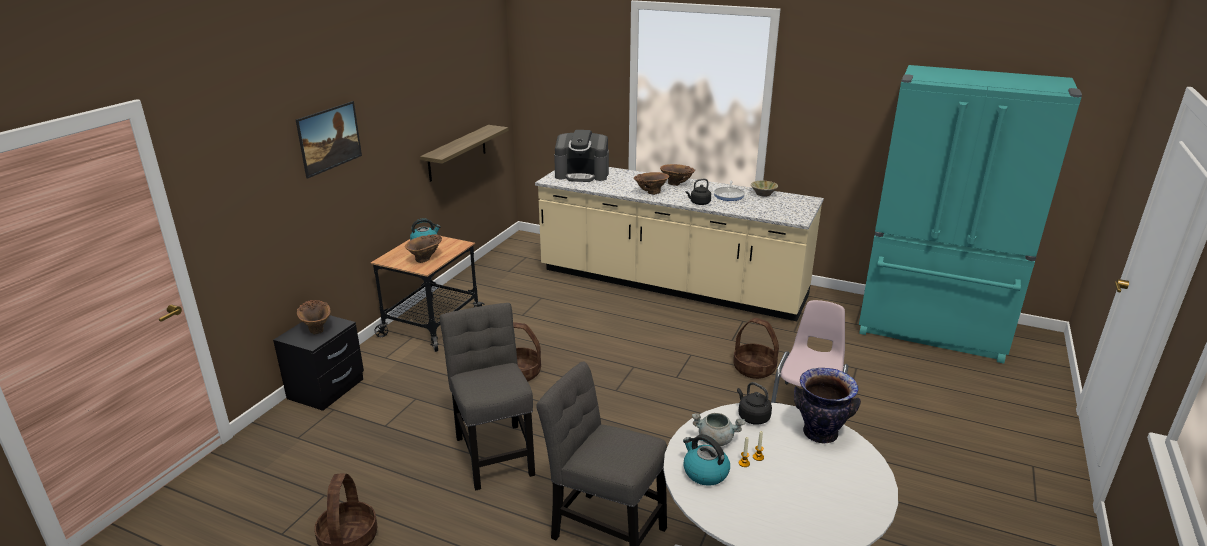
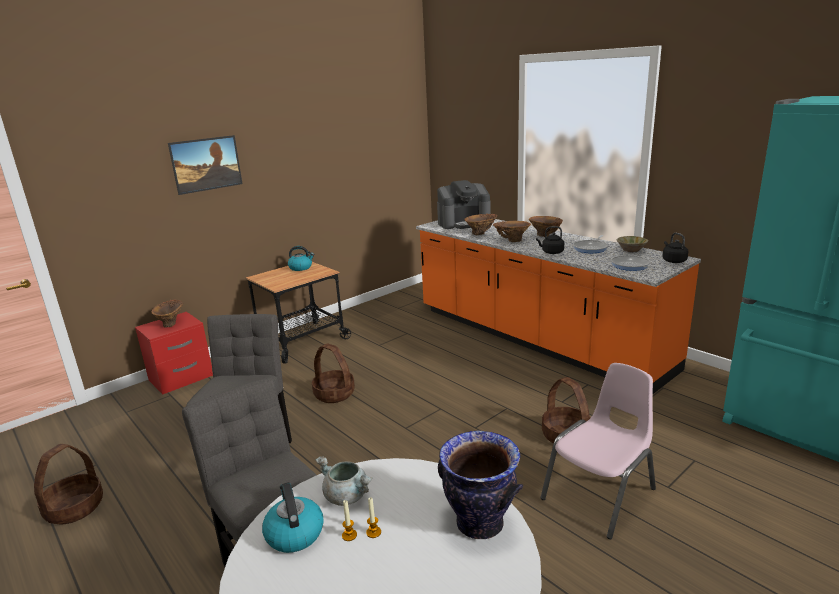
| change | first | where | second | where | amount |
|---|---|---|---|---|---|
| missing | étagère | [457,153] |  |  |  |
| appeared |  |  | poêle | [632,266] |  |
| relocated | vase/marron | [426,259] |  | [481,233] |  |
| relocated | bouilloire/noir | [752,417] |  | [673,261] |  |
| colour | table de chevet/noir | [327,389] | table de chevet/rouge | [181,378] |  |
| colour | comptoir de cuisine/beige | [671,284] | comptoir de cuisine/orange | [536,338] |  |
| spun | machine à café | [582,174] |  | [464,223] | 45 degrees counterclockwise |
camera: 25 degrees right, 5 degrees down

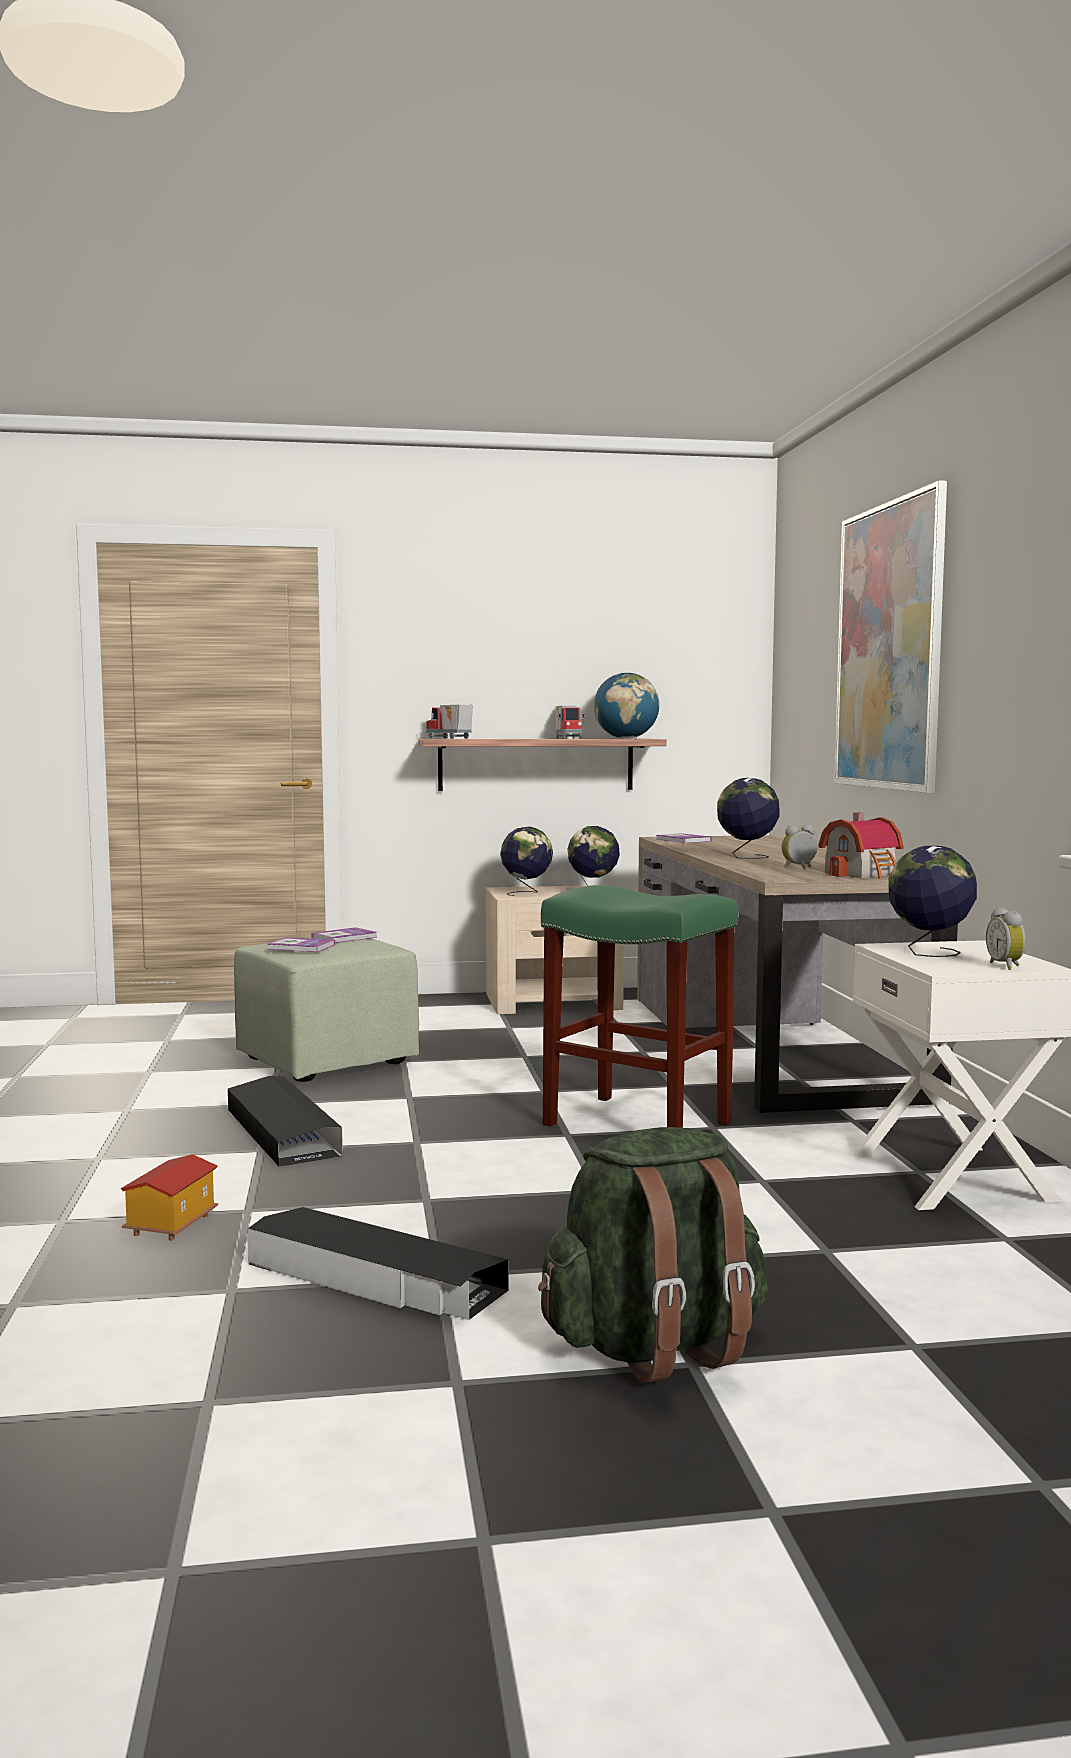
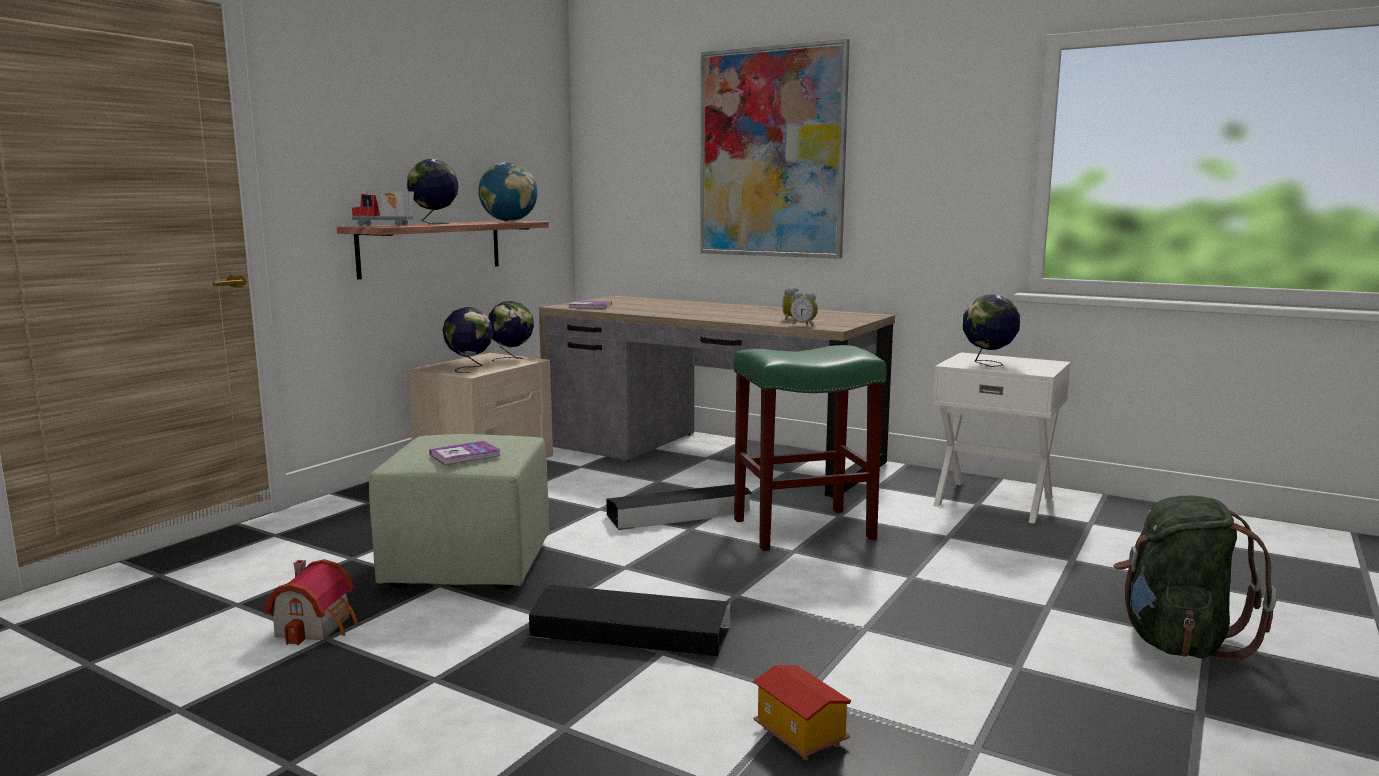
| change | first | where | second | where | amount |
|---|---|---|---|---|---|
| missing | livre | [344,937] |  |  |  |
| missing | camion jouet | [569,738] |  |  |  |
| relocated | boîte de rangement/noir | [375,1278] |  | [680,514] |  |
| relocated | globe | [747,857] |  | [435,223] |  |
| relocated | maison miniature | [864,874] |  | [318,626] |  |
| relocated | réveil | [1006,966] |  | [804,325] |  |
camera: 50 degrees left, 5 degrees up

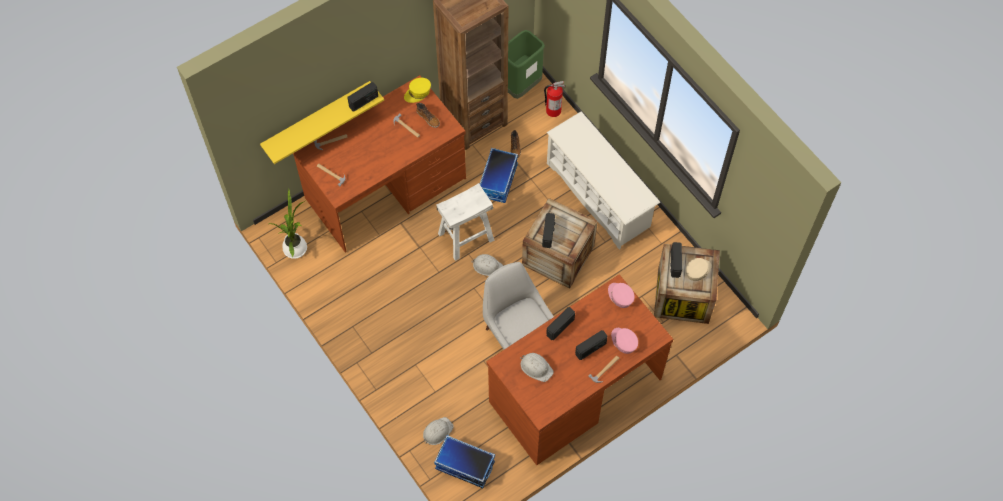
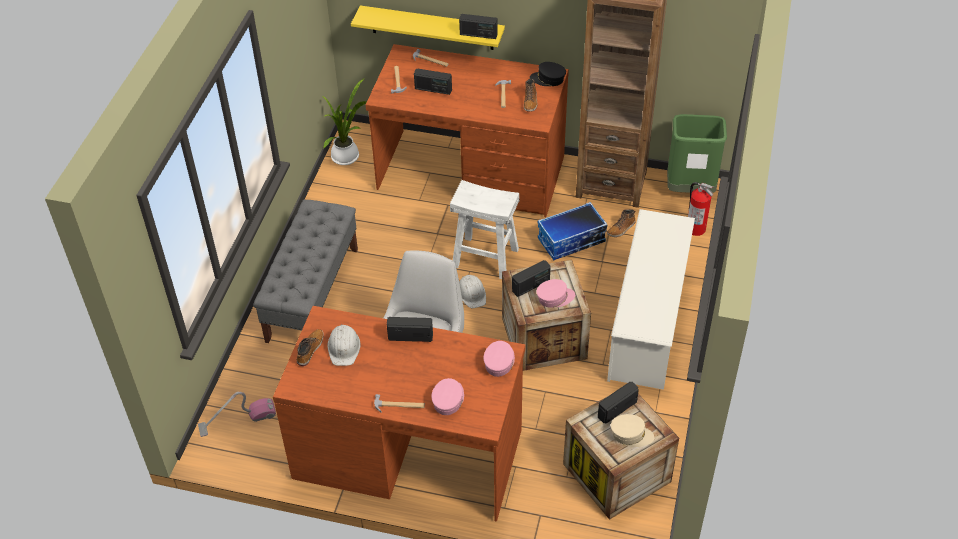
| change | first | where | second | where | amount |
|---|---|---|---|---|---|
| missing | casque de chantier/blanc | [437,431] |  |  |  |
| appeared |  |  | banc/gris | [312,294] |  |
| appeared |  |  | botte | [310,349] |  |
| appeared |  |  | casquette/rose | [555,298] |  |
| relocated | radio | [590,348] |  | [433,89] |  |
| exchanged | boîte de rangement | [464,466] | aspirateur | [237,420] |  |
| colour | casquette/jaune | [418,93] | casquette/noir | [548,79] |  |
camera: 50 degrees right, 15 degrees down

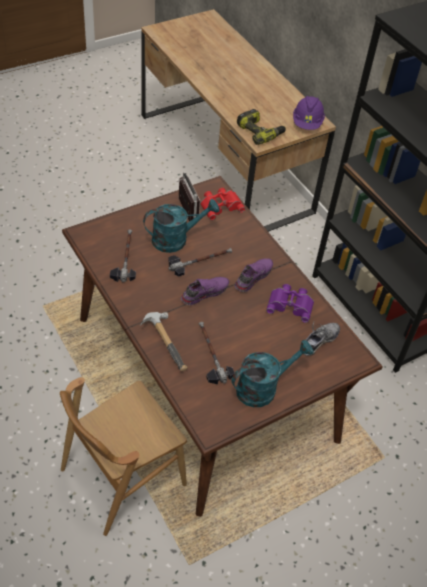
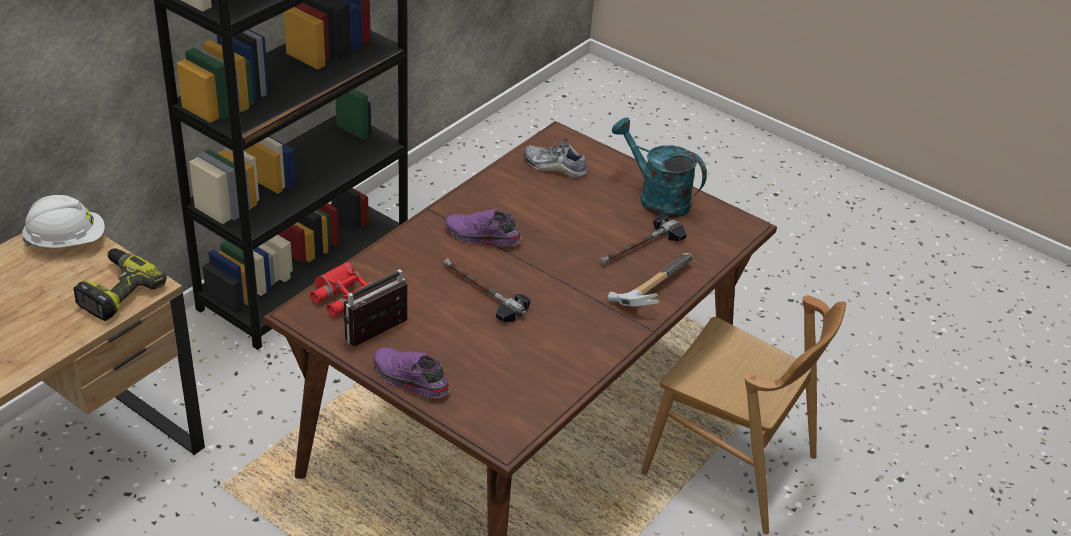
| change | first | where | second | where | amount |
|---|---|---|---|---|---|
| missing | marteau | [125,258] |  |  |  |
| missing | arrosoir/turquoise | [176,239] |  |  |  |
| missing | jumelles/violet | [290,304] |  |  |  |
| relocated | chaussure/violet | [204,292] |  | [409,380] |  |
| colour | casque de chantier/violet | [307,123] | casque de chantier/blanc | [66,241] |  |
camera: 110 degrees left, 10 degrees down

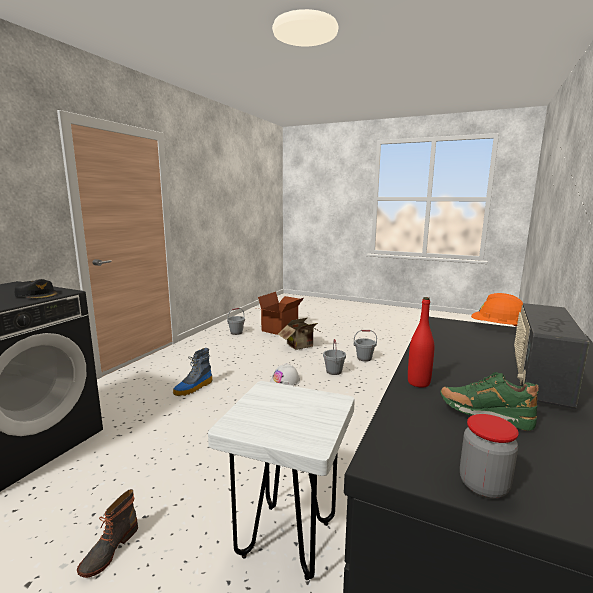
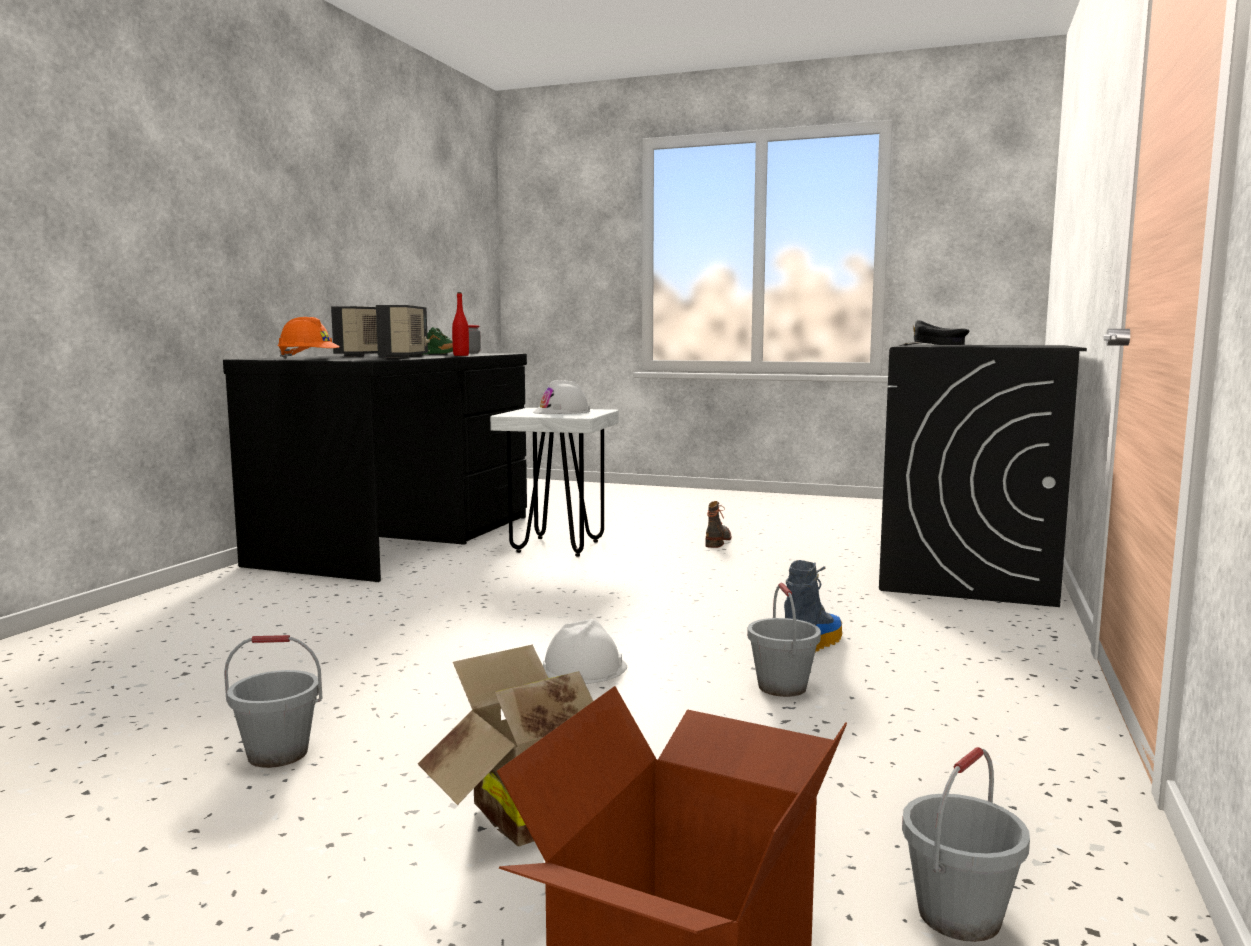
| change | first | where | second | where | amount |
|---|---|---|---|---|---|
| appeared |  |  | radio | [405,357] |  |
| appeared |  |  | casque de chantier/blanc | [562,412] |  |
| relocated | seau/gris | [334,371] |  | [781,687] |  |
camera: 175 degrees right, 5 degrees down

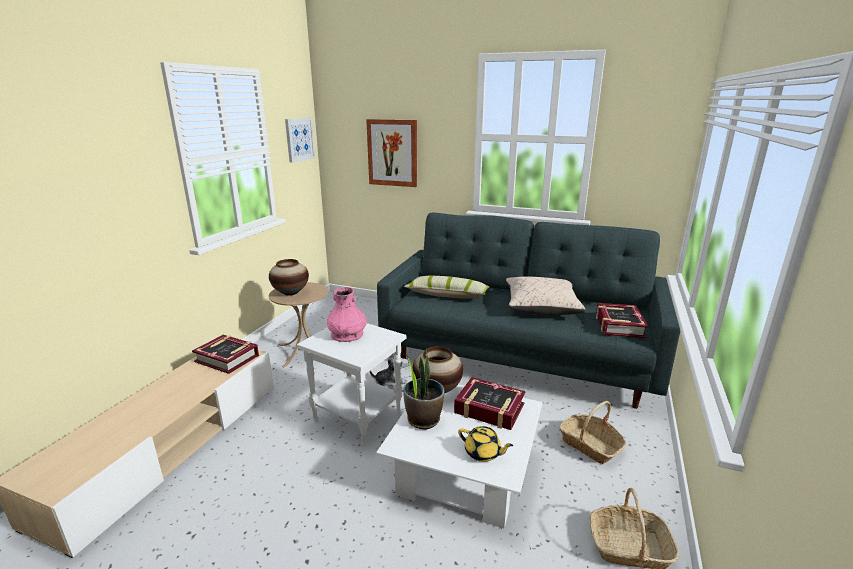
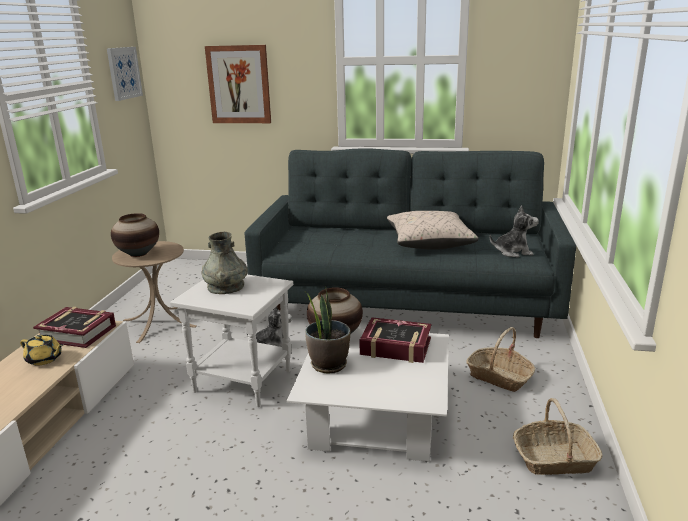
| change | first | where | second | where | amount |
|---|---|---|---|---|---|
| missing | coussin | [447,295] |  |  |  |
| relocated | théière/jaune | [483,453] |  | [45,359] |  |
| exchanged | livre | [618,325] | peluche | [513,252] |  |
| colour | vase/rose | [347,334] | vase/gris | [226,286] |  |
camera: 10 degrees left, 0 degrees up

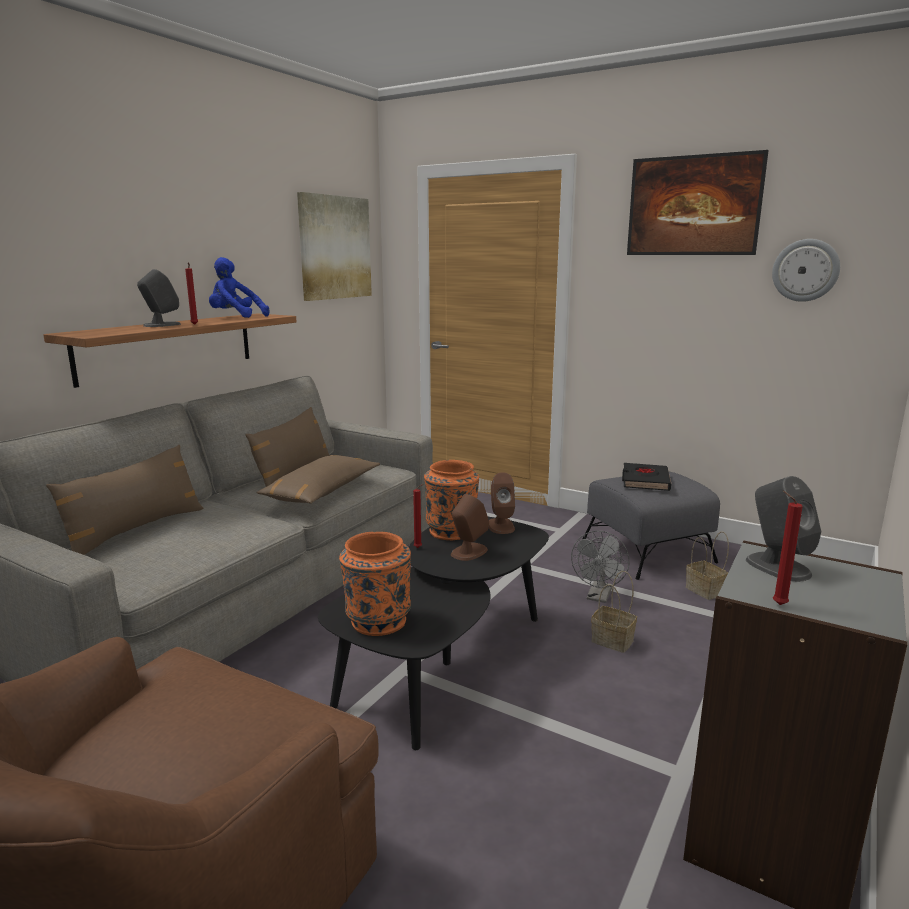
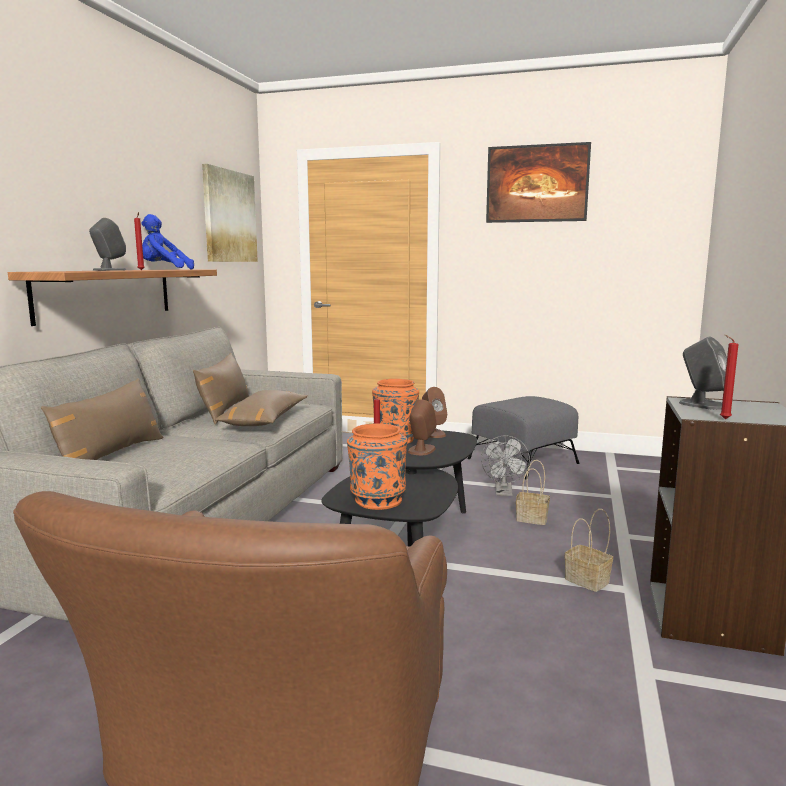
| change | first | where | second | where | amount |
|---|---|---|---|---|---|
| missing | livre/noir | [645,481] |  |  |  |
| missing | horloge murale | [805,270] |  |  |  |
| relocated | panier | [706,591] |  | [588,580] |  |
camera: 15 degrees left, 5 degrees down

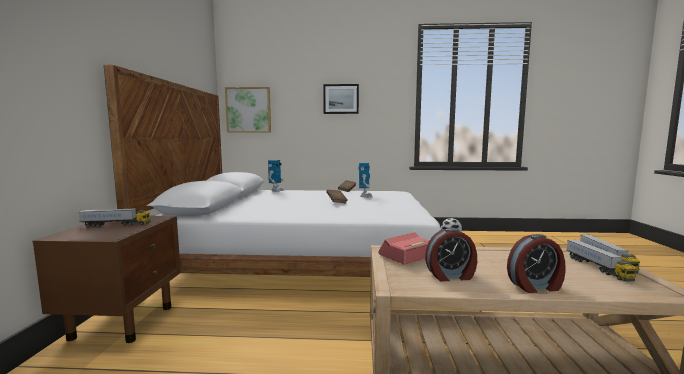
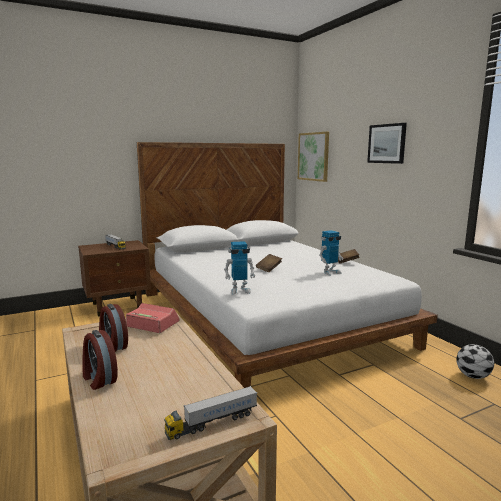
| change | first | where | second | where | amount |
|---|---|---|---|---|---|
| missing | camion jouet | [597,267] |  |  |  |
| relocated | robot jouet | [276,190] |  | [239,290] |  |
camera: 60 degrees right, 5 degrees up

